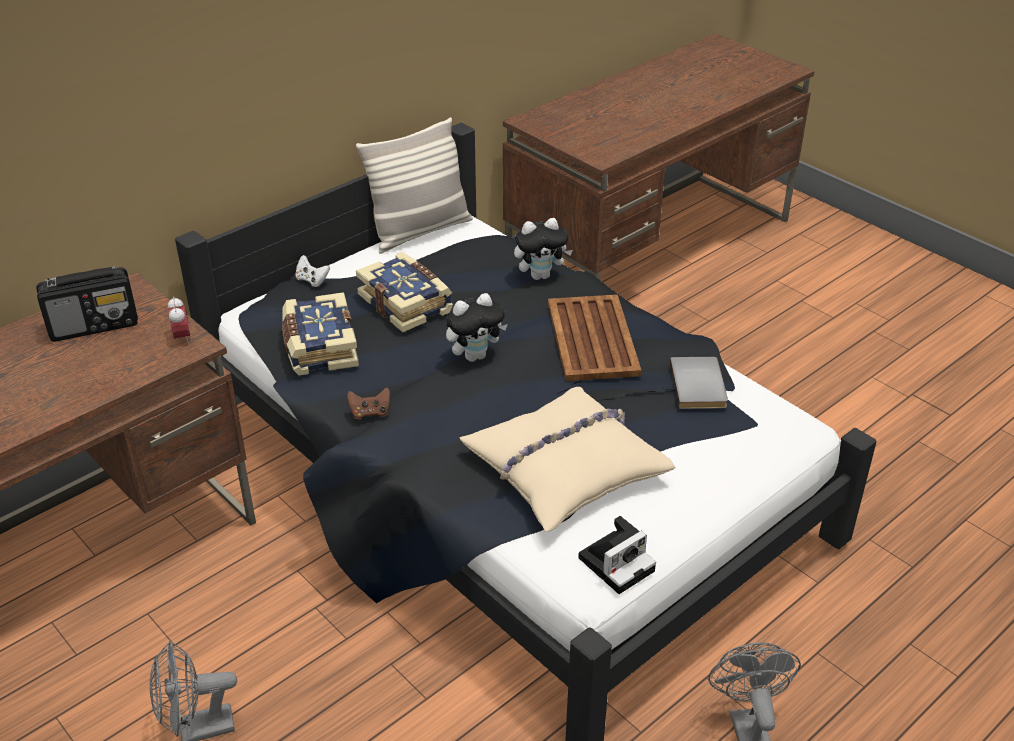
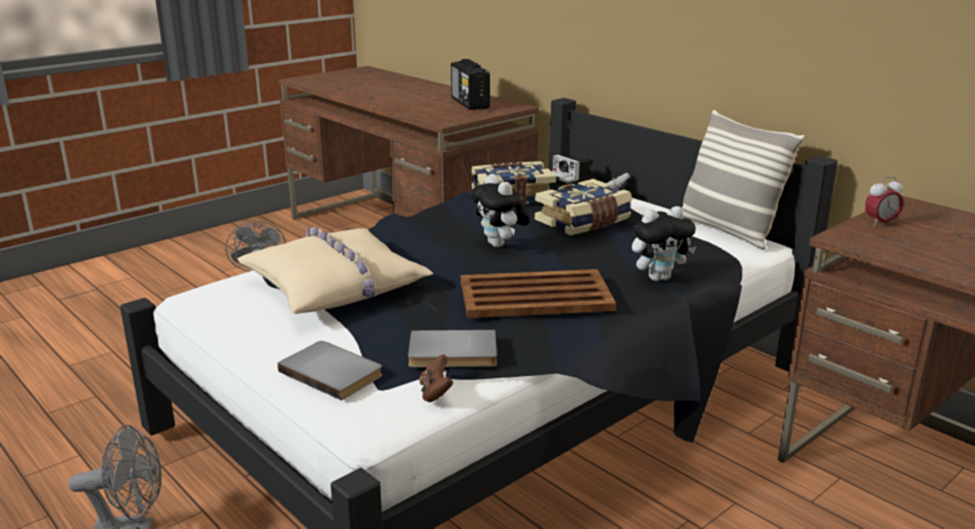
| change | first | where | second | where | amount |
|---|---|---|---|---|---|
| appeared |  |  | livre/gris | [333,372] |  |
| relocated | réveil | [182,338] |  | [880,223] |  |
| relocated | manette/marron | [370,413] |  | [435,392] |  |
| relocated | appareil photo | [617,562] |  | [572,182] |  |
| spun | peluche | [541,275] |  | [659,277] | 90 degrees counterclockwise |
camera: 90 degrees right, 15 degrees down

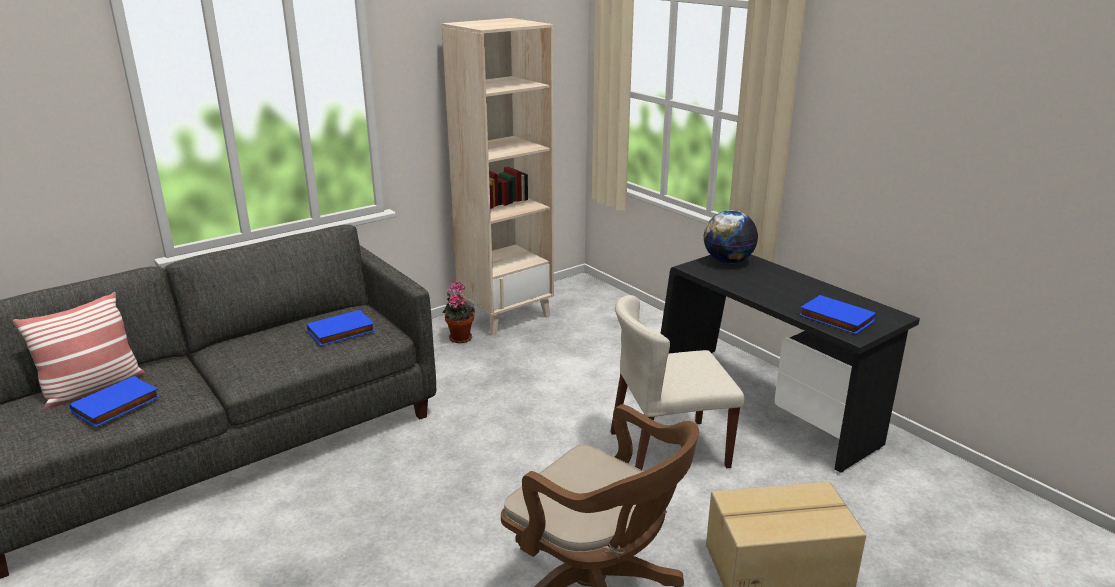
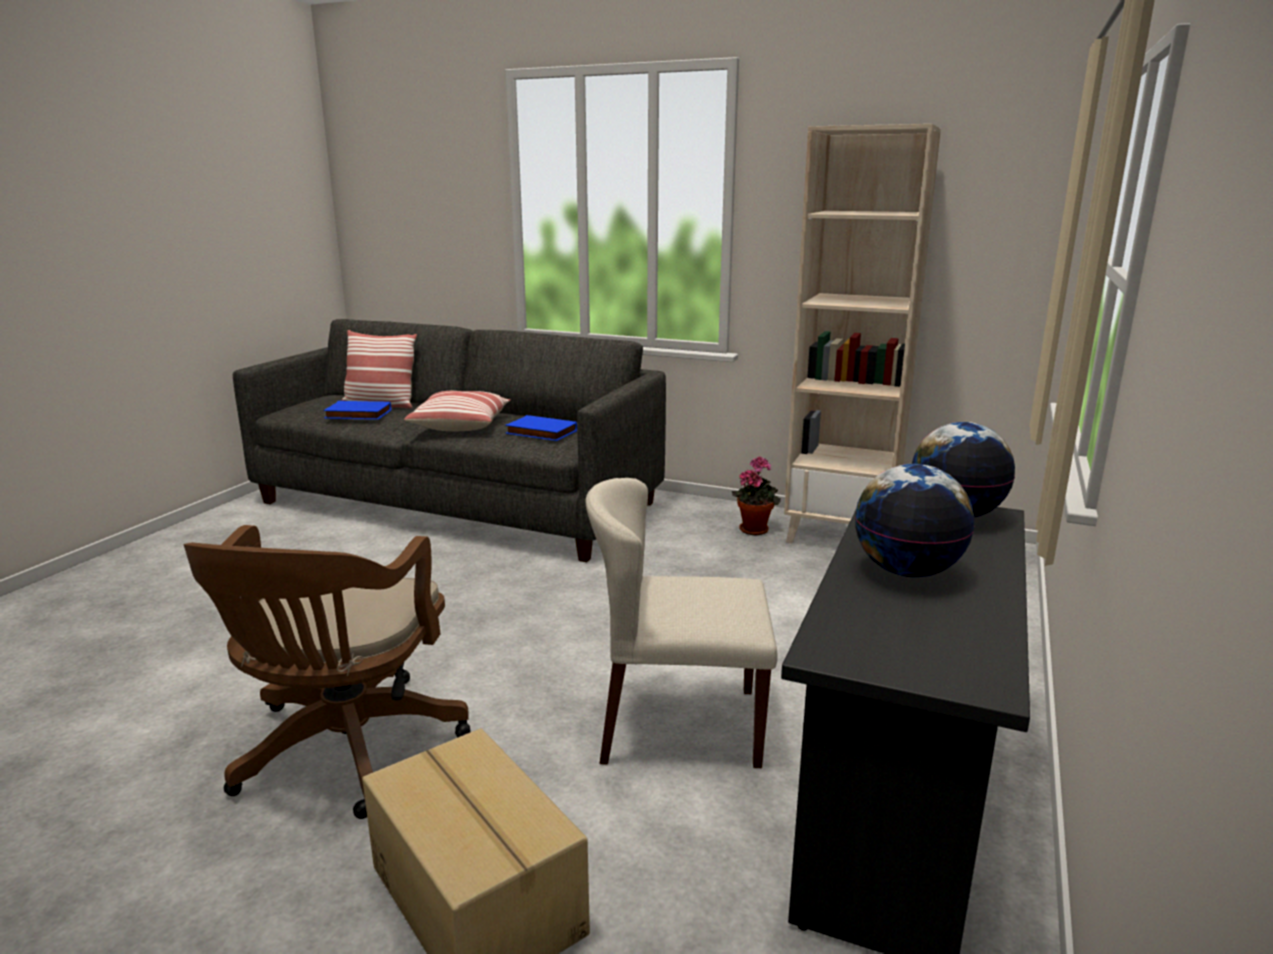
| change | first | where | second | where | amount |
|---|---|---|---|---|---|
| missing | livre/bleu | [835,319] |  |  |  |
| appeared |  |  | coussin | [460,425] |  |
| appeared |  |  | globe | [907,571] |  |
| spun | chaise/beige | [668,450] |  | [678,725] | 45 degrees counterclockwise |
camera: 60 degrees right, 5 degrees down

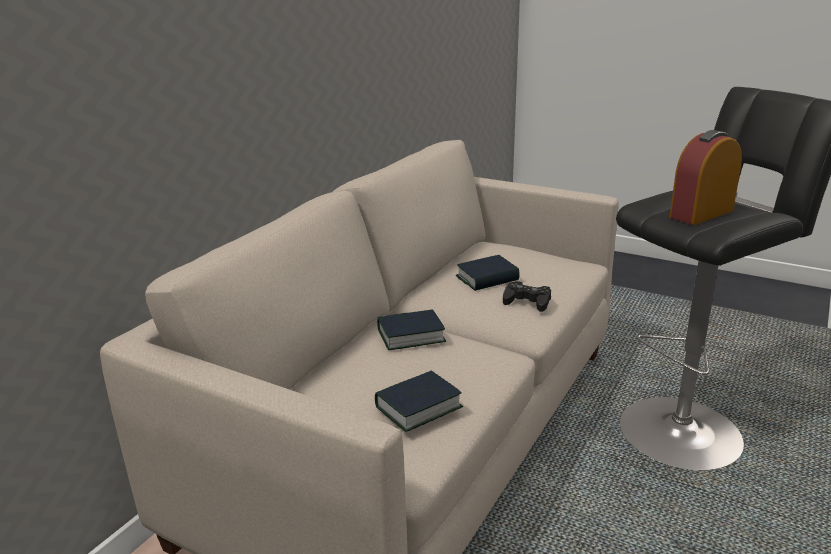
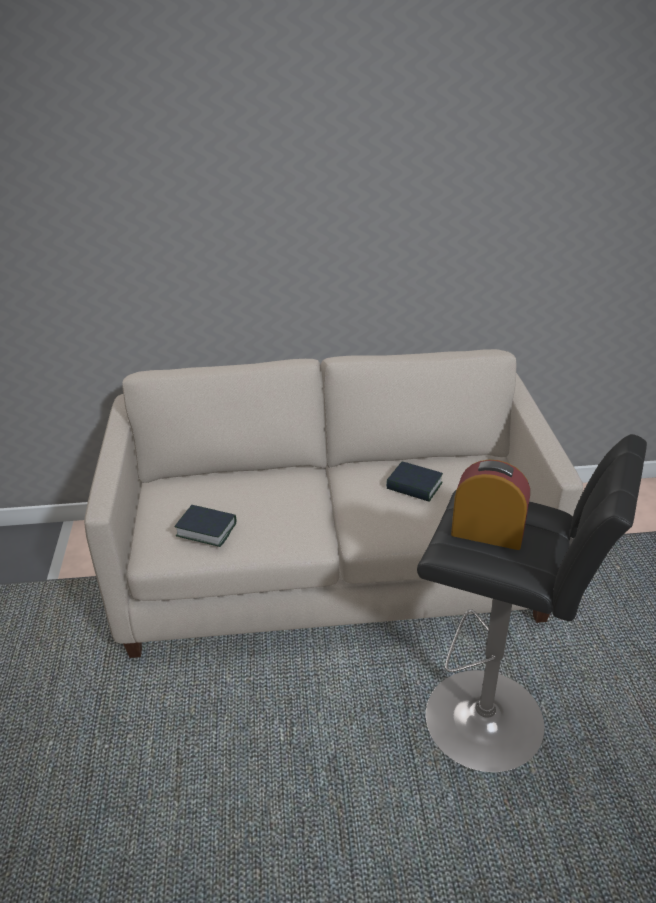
| change | first | where | second | where | amount |
|---|---|---|---|---|---|
| missing | livre | [411,336] |  |  |  |
| missing | manette/noir | [527,301] |  |  |  |
camera: 55 degrees right, 10 degrees up

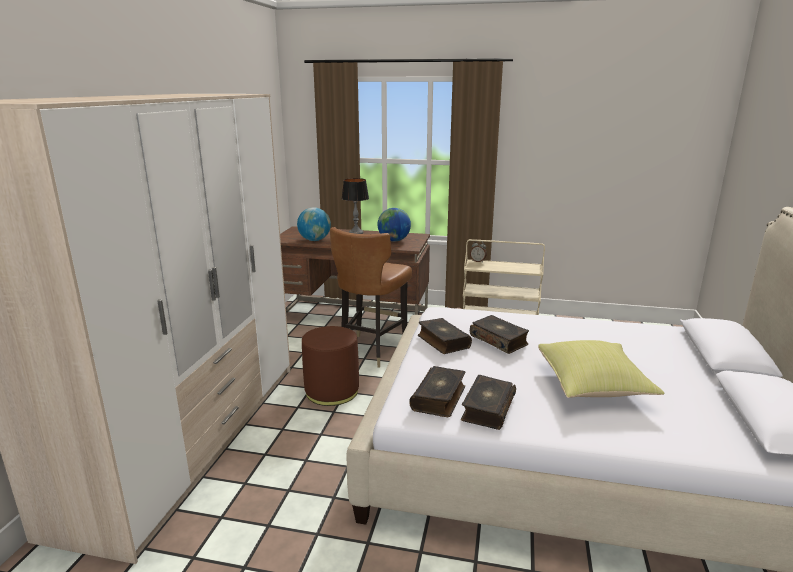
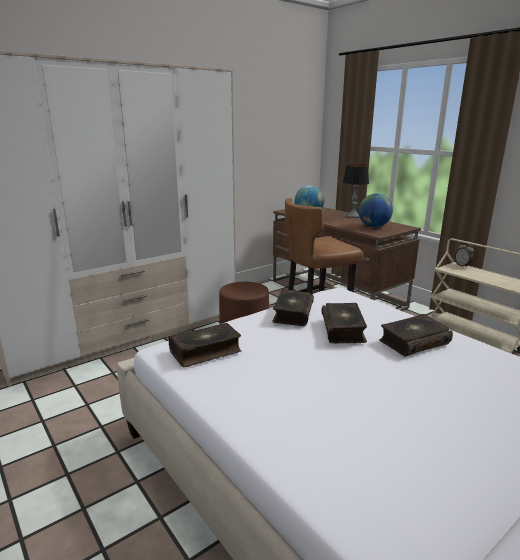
| change | first | where | second | where | amount |
|---|---|---|---|---|---|
| missing | coussin/jaune | [593,387] |  |  |  |
| relocated | livre | [487,409] |  | [413,342] |  |
camera: 40 degrees right, 0 degrees up

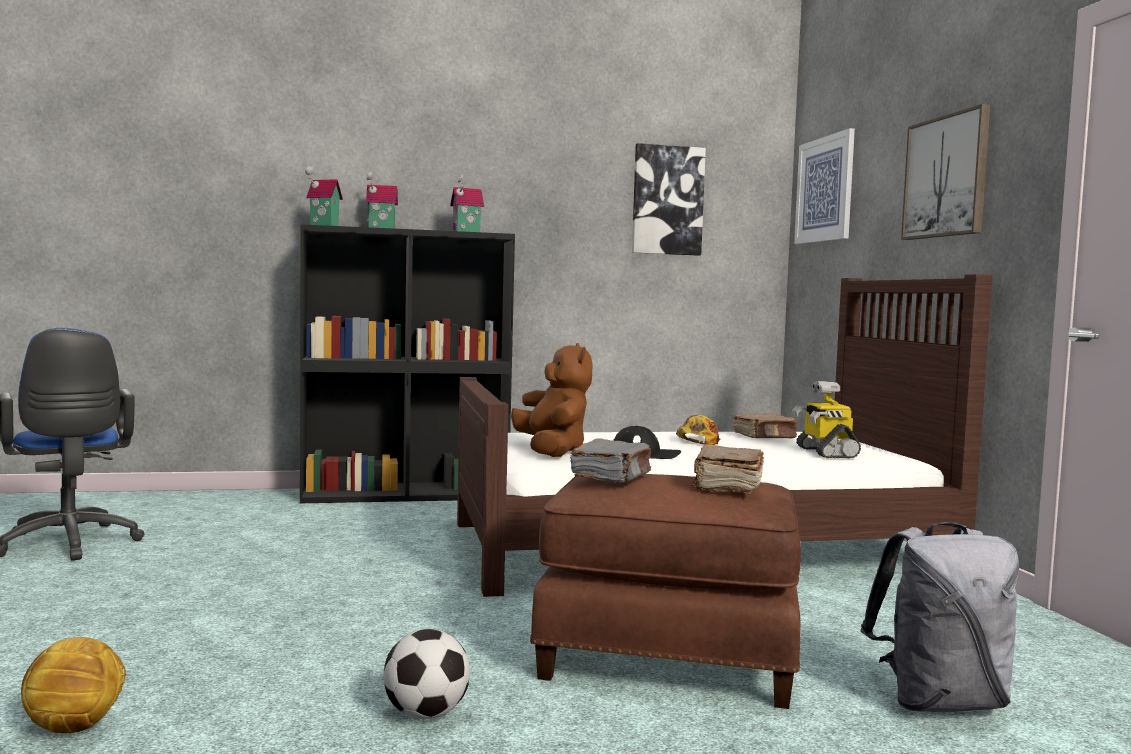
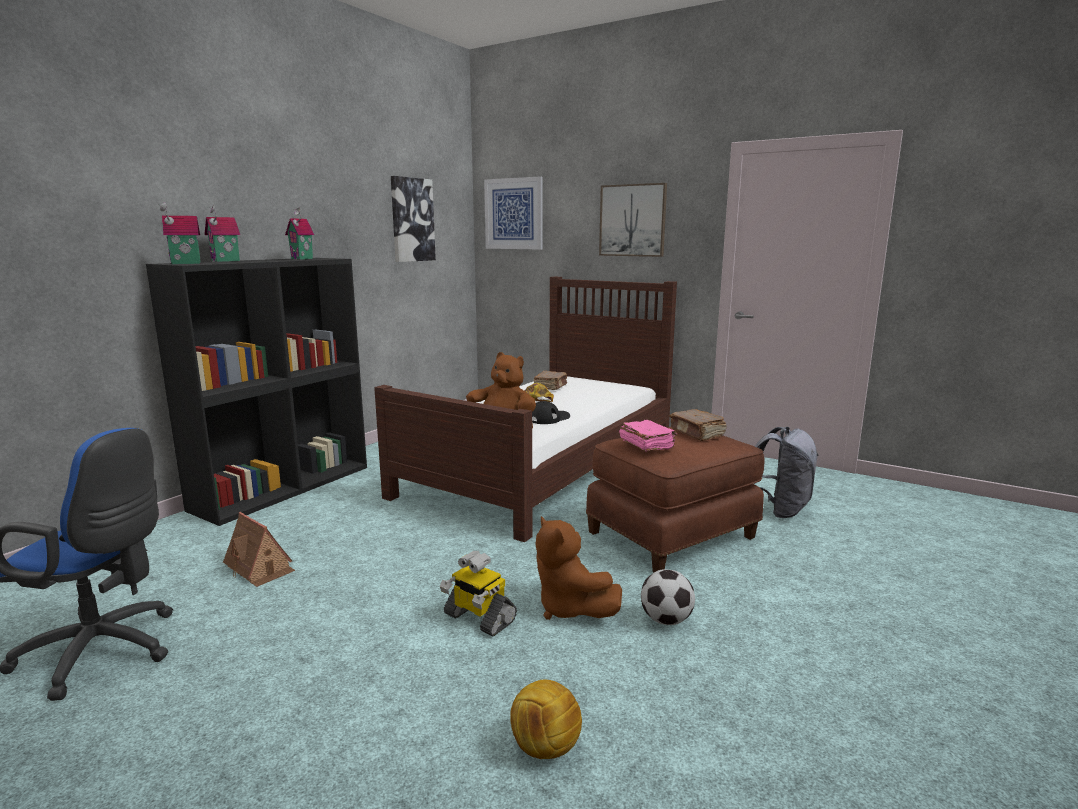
| change | first | where | second | where | amount |
|---|---|---|---|---|---|
| appeared |  |  | maison miniature | [260,568] |  |
| appeared |  |  | peluche/marron | [570,608] |  |
| relocated | robot jouet | [825,452] |  | [478,618] |  |
| colour | livre/gris | [612,477] | livre/rose | [646,445] |  |
camera: 45 degrees left, 10 degrees up

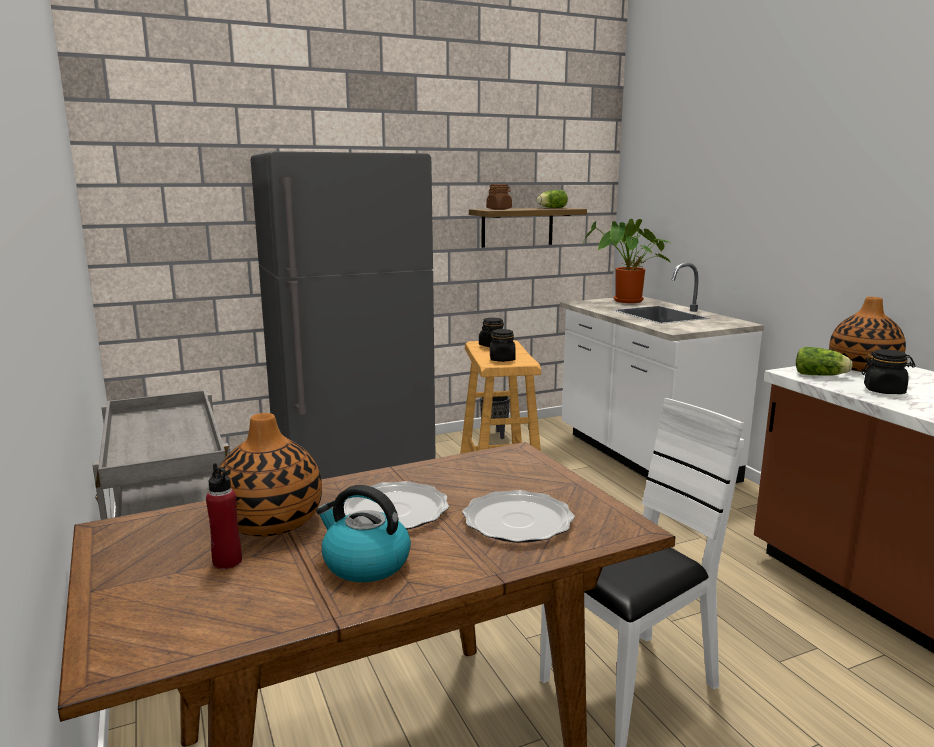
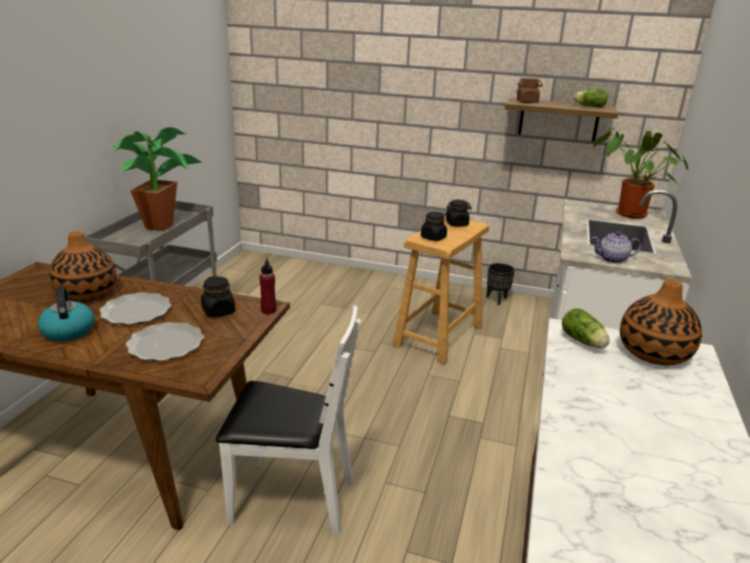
| change | first | where | second | where | amount |
|---|---|---|---|---|---|
| missing | réfrigérateur/gris | [353,469] |  |  |  |
| appeared |  |  | plante en pot | [164,225] |  |
| appeared |  |  | théière | [613,259] |  |
| relocated | bouteille/rouge | [227,561] |  | [268,310] |  |
| relocated | bocal/noir | [884,391] |  | [218,311] |  |
camera: 40 degrees right, 10 degrees up

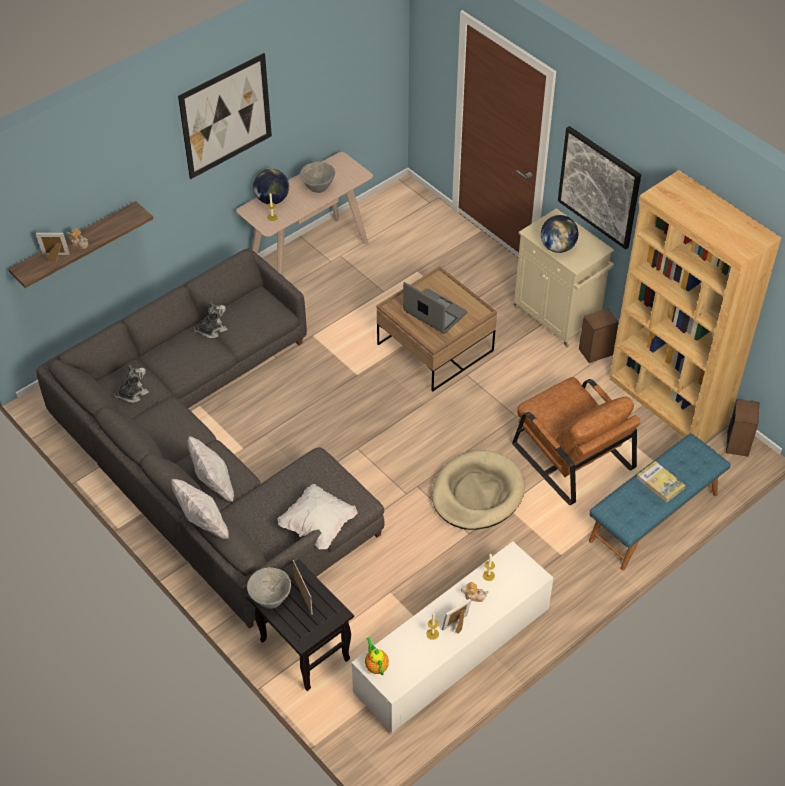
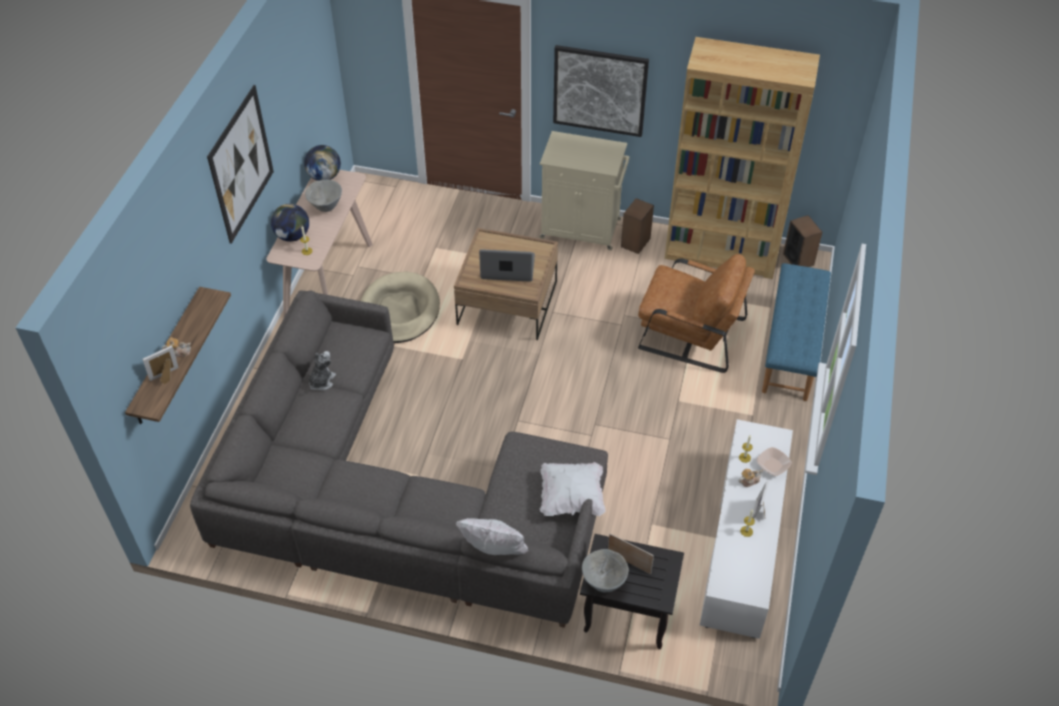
| change | first | where | second | where | amount |
|---|---|---|---|---|---|
| missing | peluche | [133,393] |  |  |  |
| missing | coussin/blanc | [213,486] |  |  |  |
| missing | théière | [376,665] |  |  |  |
| missing | livre | [660,483] |  |  |  |
| appeared |  |  | bol | [772,465] |  |
| relocated | panier pour chien/beige | [477,493] |  | [399,311] |  |
| relocated | globe | [557,247] |  | [324,176] |  |
camera: 35 degrees left, 0 degrees up

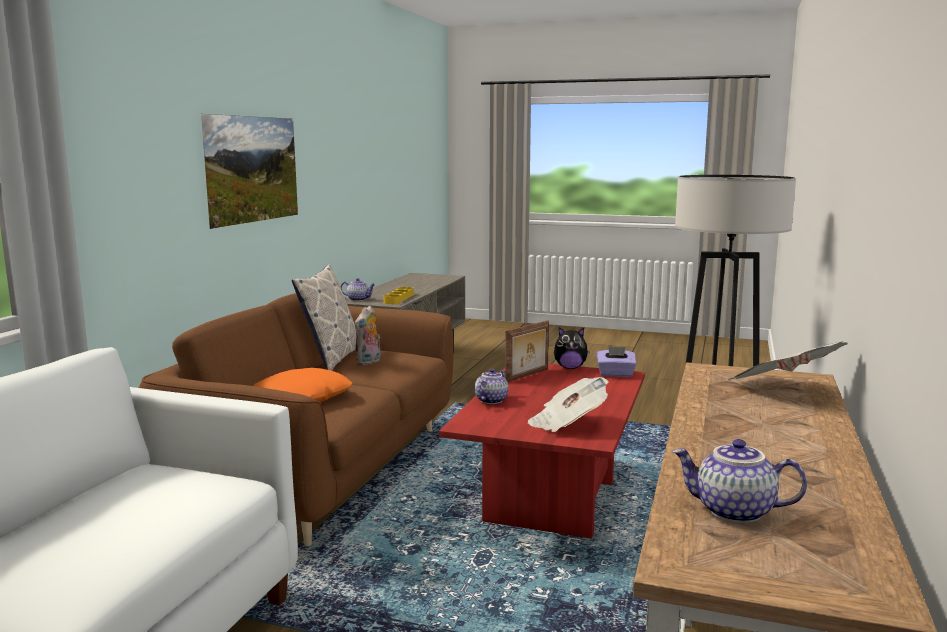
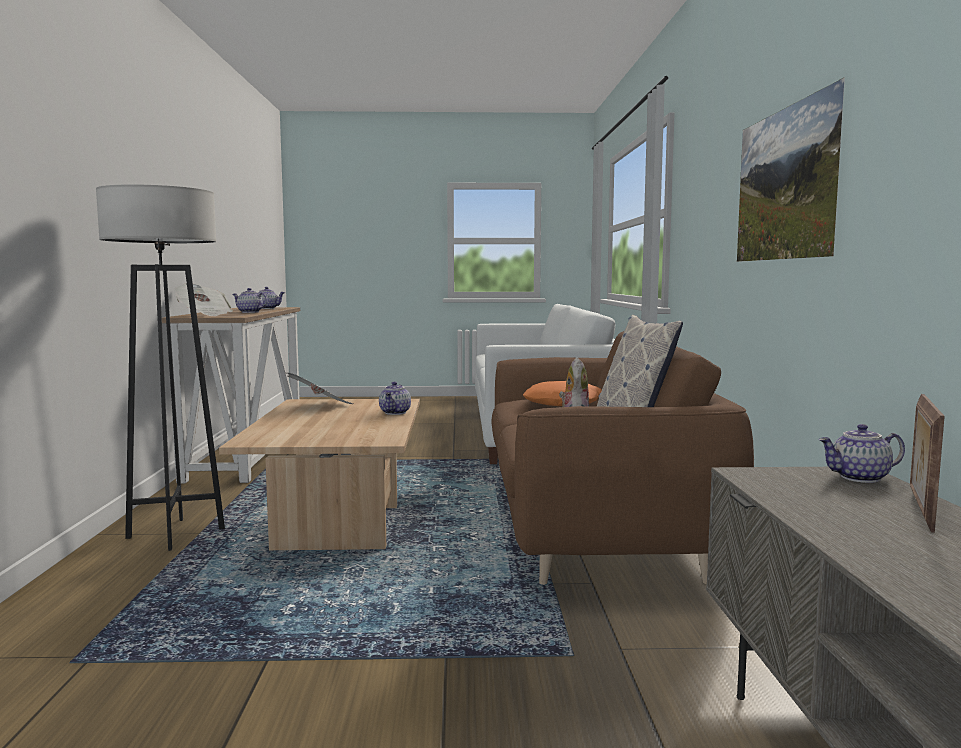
| change | first | where | second | where | amount |
|---|---|---|---|---|---|
| missing | plateau/jaune | [399,298] |  |  |  |
| missing | peluche | [570,367] |  |  |  |
| missing | boîte à mouchoirs/violet | [615,374] |  |  |  |
| appeared |  |  | théière | [249,312] |  |
| relocated | cadre photo | [528,375] |  | [919,510] |  |
| colour | table basse/rouge | [551,501] | table basse/beige | [338,527] |  |
camera: 160 degrees right, 5 degrees down

